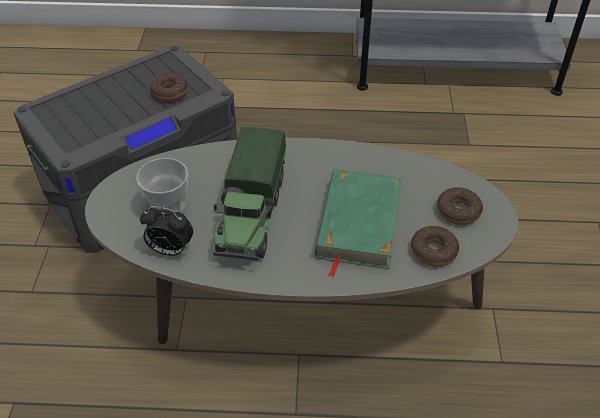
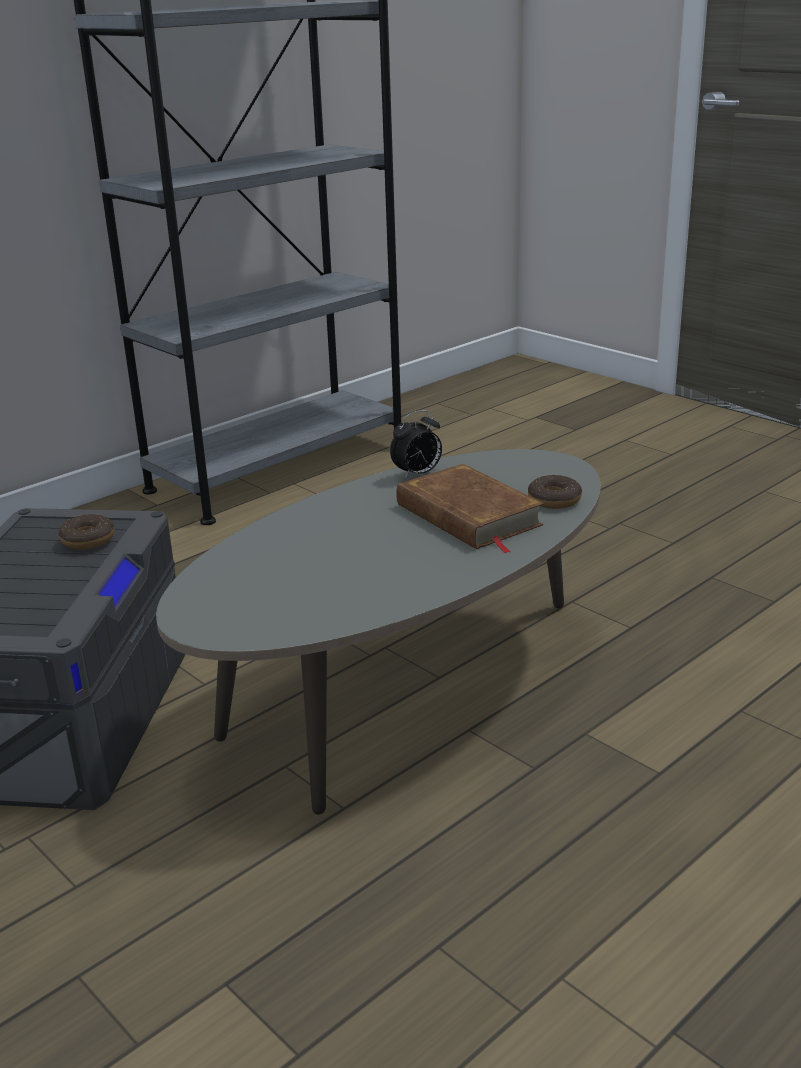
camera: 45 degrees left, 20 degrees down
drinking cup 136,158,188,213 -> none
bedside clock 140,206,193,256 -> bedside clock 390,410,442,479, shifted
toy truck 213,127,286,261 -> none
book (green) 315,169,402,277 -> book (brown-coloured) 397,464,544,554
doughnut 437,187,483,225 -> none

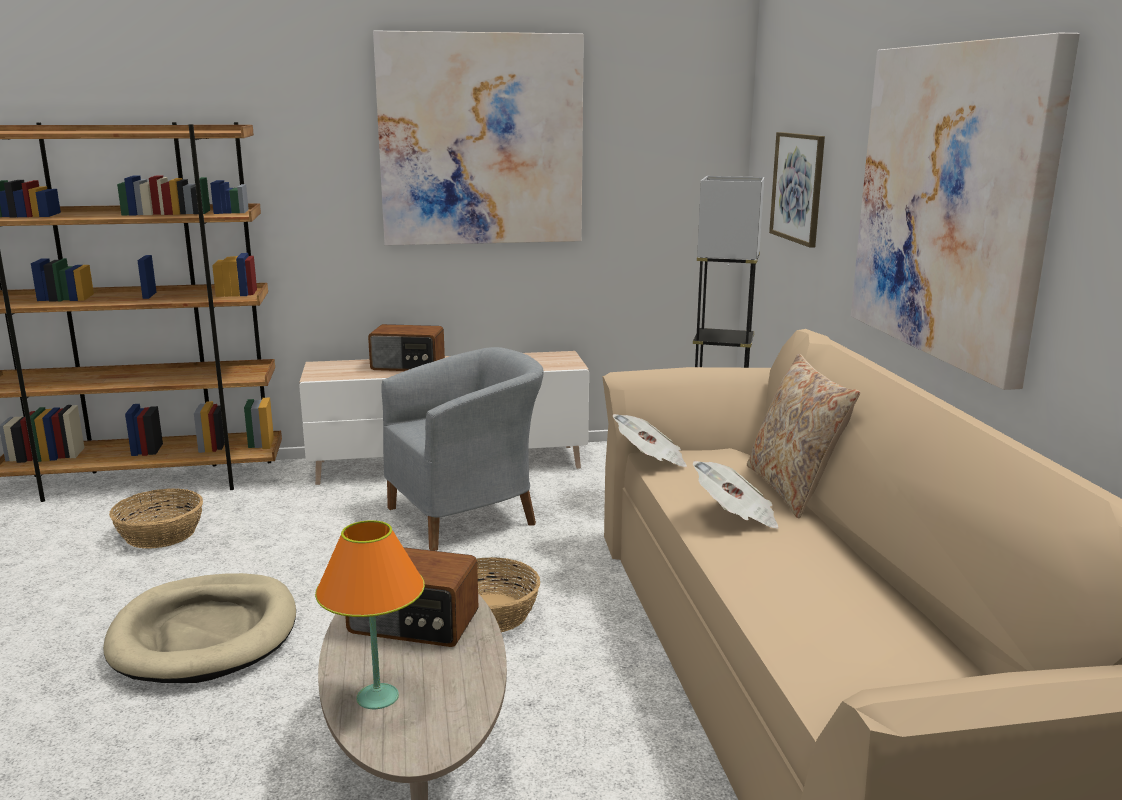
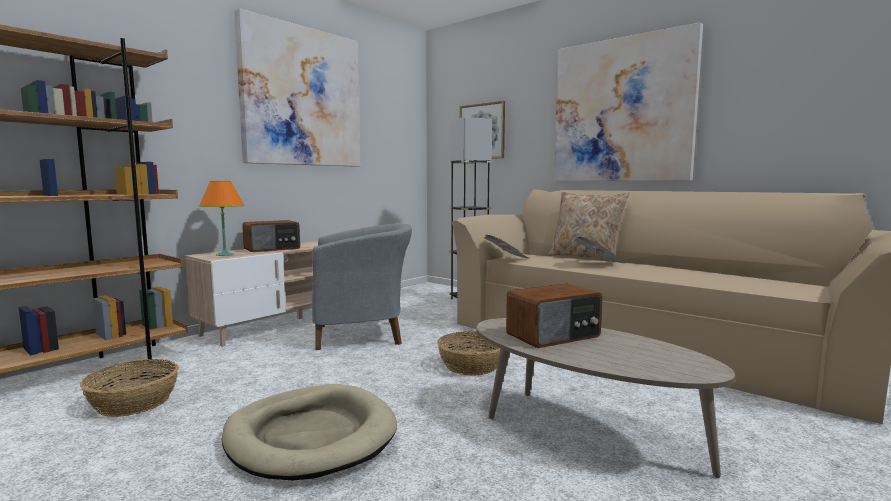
camera: 40 degrees left, 10 degrees down
lamp for a table (orange-coloured) 315,520,425,709 -> lamp for a table (orange-coloured) 199,181,245,256, shifted
lounge chair (grey) 381,347,544,551 -> lounge chair (grey) 312,223,412,350, 60 degrees clockwise

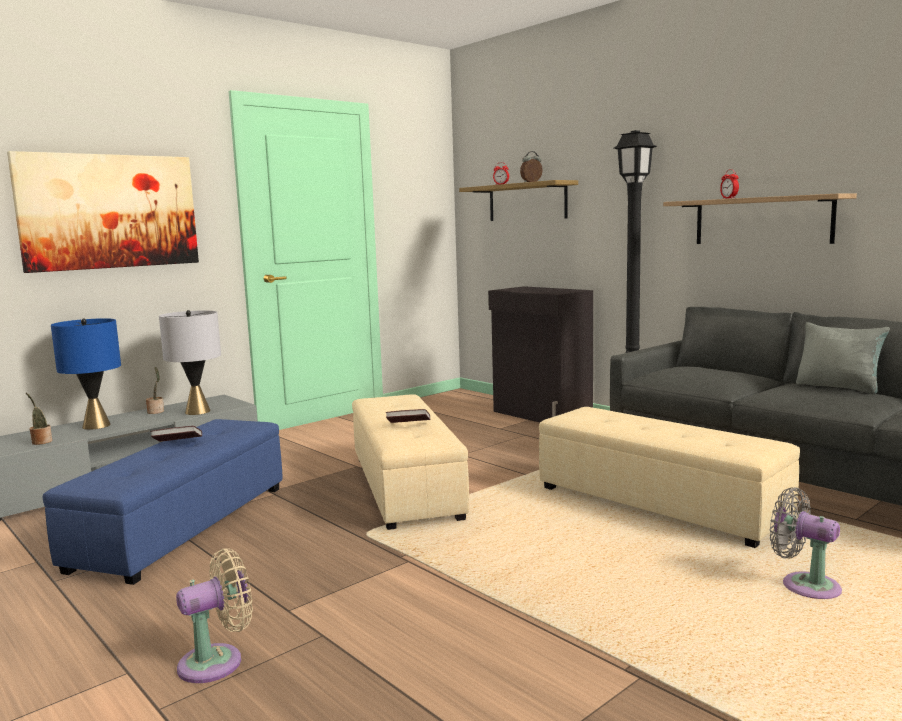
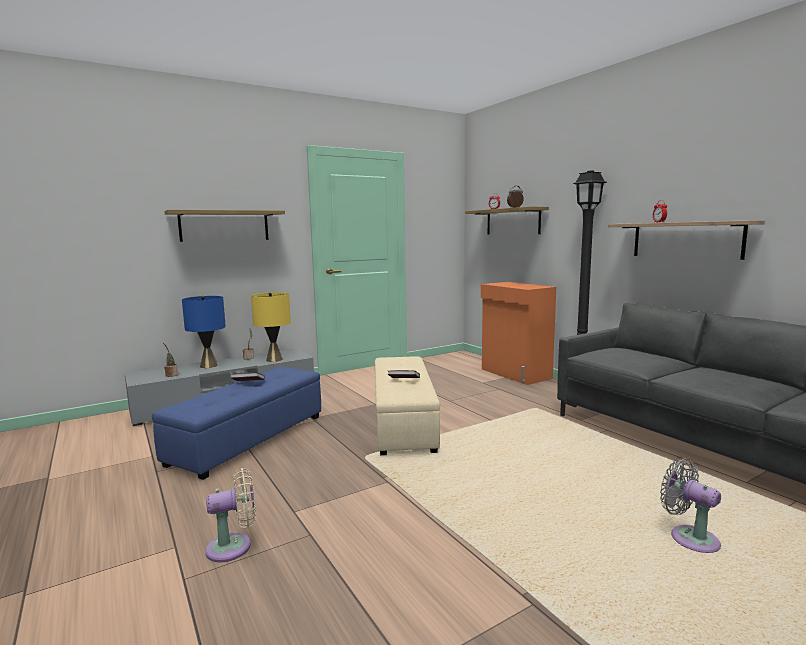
camera: 10 degrees right, 0 degrees up
picture 7,151,199,273 -> shelf 164,210,285,242
lamp for a table (grey) 159,310,221,415 -> lamp for a table (yellow) 251,292,291,362
cupboard (black-coloured) 488,286,593,422 -> cupboard (orange-coloured) 481,282,556,385
pouffe (beige-coloured) 539,407,800,548 -> none
cushion (grey) 796,322,890,394 -> none

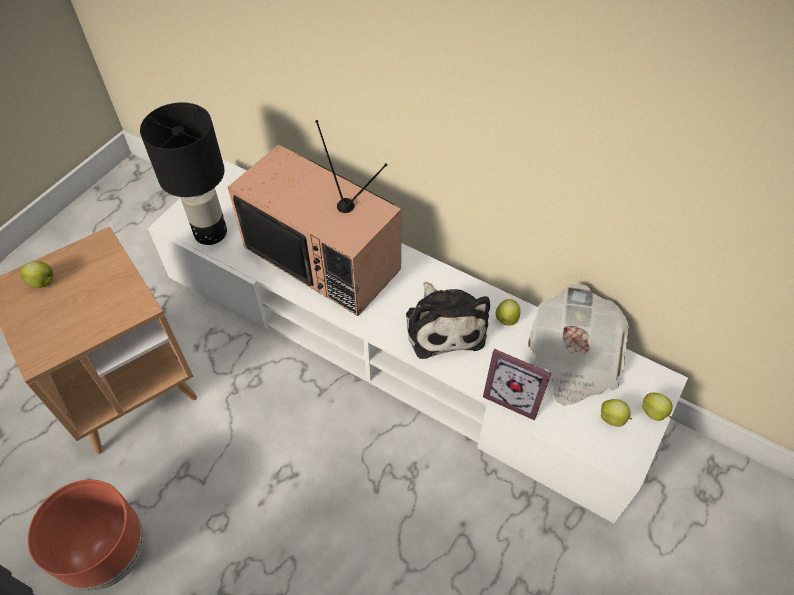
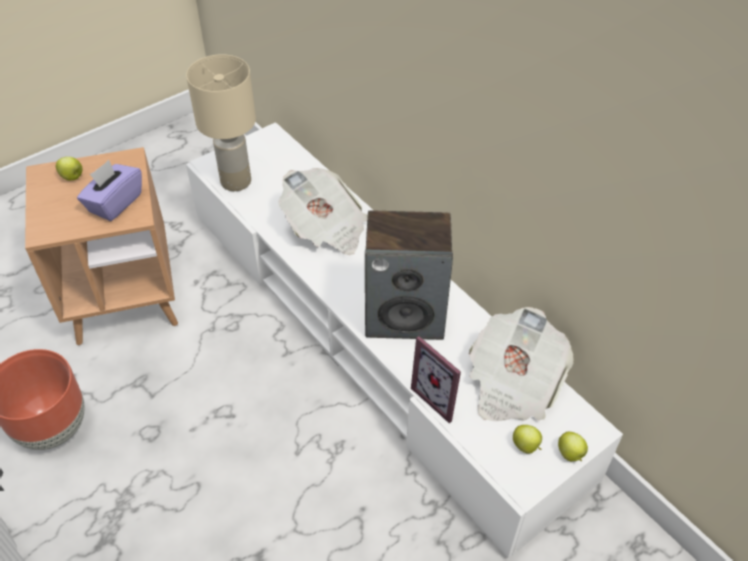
camera: 20 degrees right, 5 degrees down
lamp for a table (black-coloured) 140,102,227,245 -> lamp for a table (beige-coloured) 186,54,256,191
television 228,120,401,316 -> newspaper 278,168,368,255
plush toy 406,282,490,359 -> loudspeaker 365,211,453,340
apple fruit 496,299,520,326 -> none
none -> tissue holder (purplish) 77,160,142,221

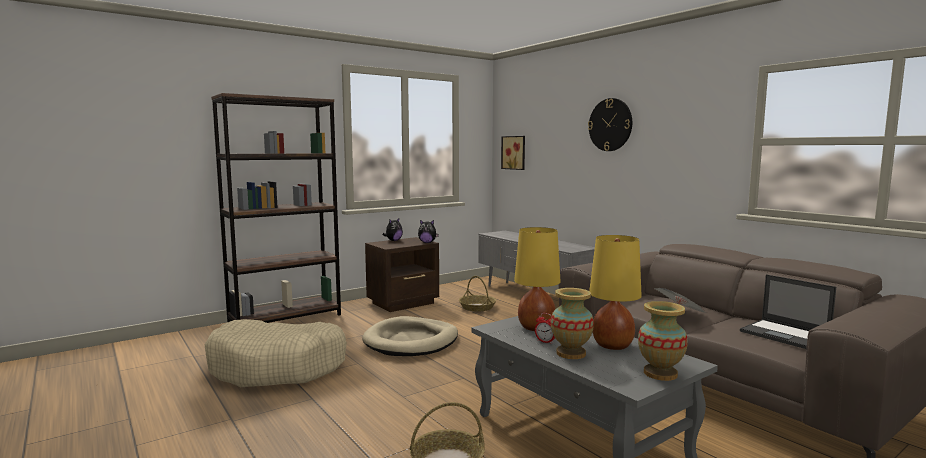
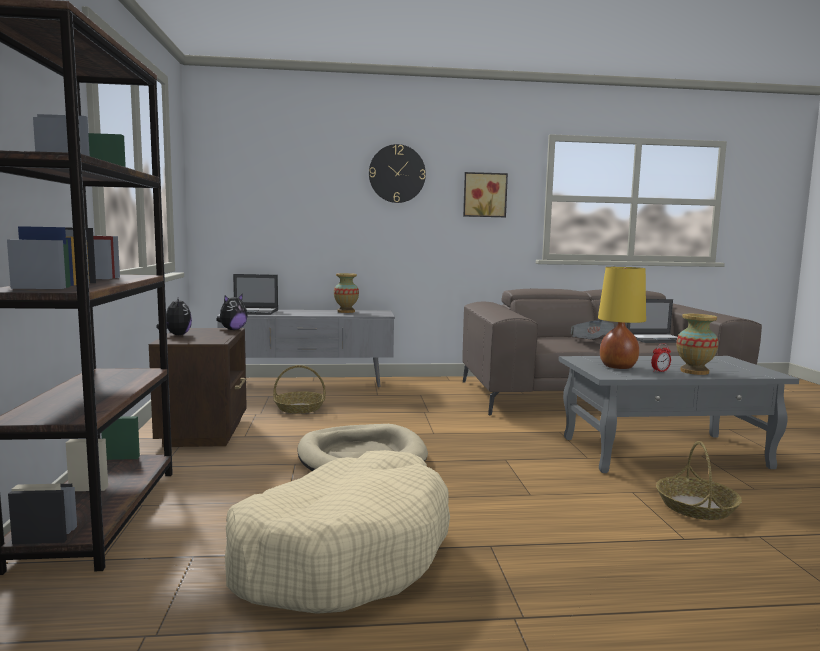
camera: 60 degrees left, 0 degrees up
picture 501,136,525,170 -> picture 463,172,508,217, shifted
lamp for a table (yellow) 589,235,642,350 -> none
vase 638,301,688,381 -> vase 334,273,359,313, shifted
none -> laptop 233,274,278,315

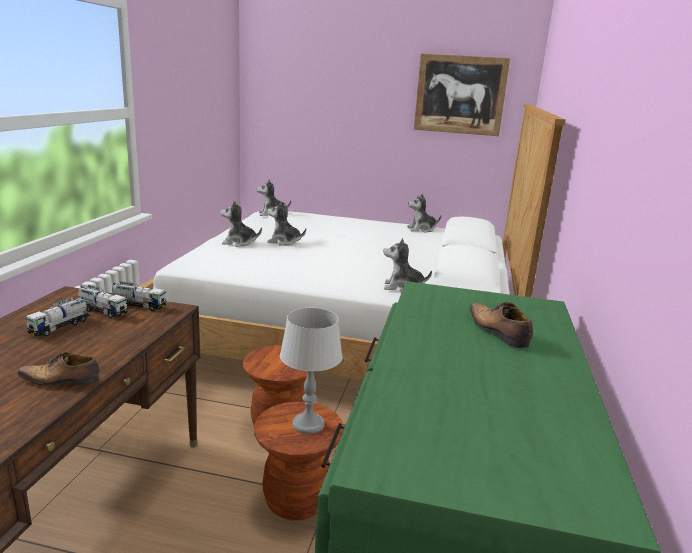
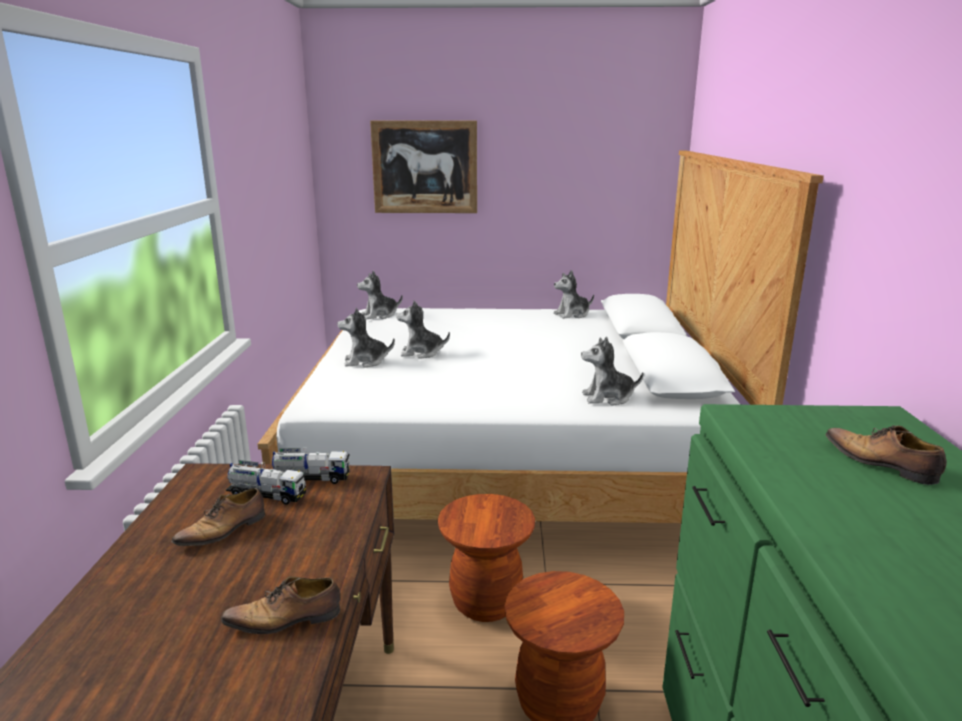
camera: 10 degrees left, 0 degrees up
toy truck 25,297,90,337 -> shoe 171,488,265,546
lamp for a table (grey) 280,308,342,434 -> none
picture 414,54,510,136 -> picture 370,121,477,213, shifted

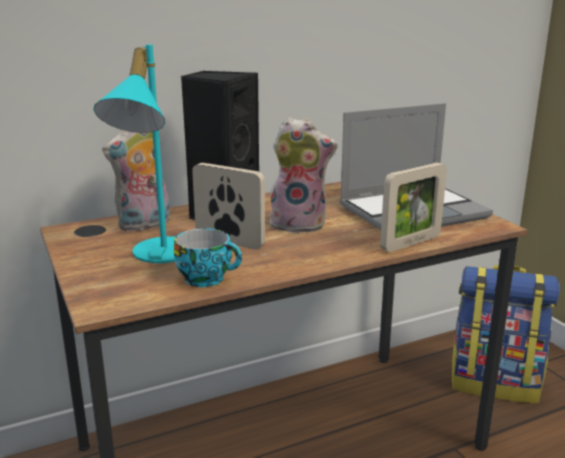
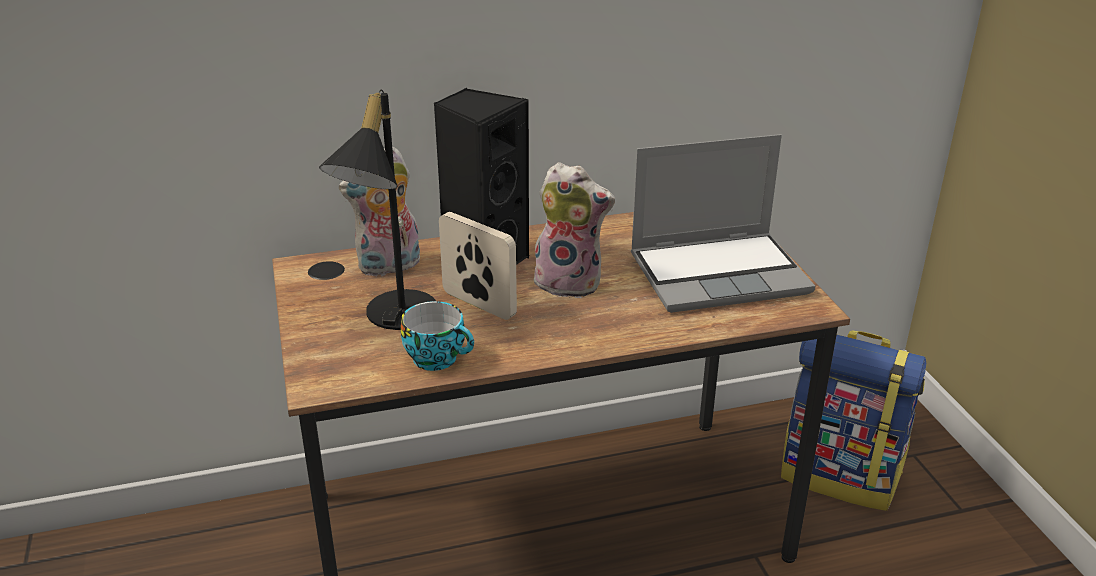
camera: 10 degrees right, 10 degrees up
lamp for a table (turquoise-coloured) 93,44,175,263 -> lamp for a table (black-coloured) 319,89,436,330
photo frame 380,163,447,252 -> none

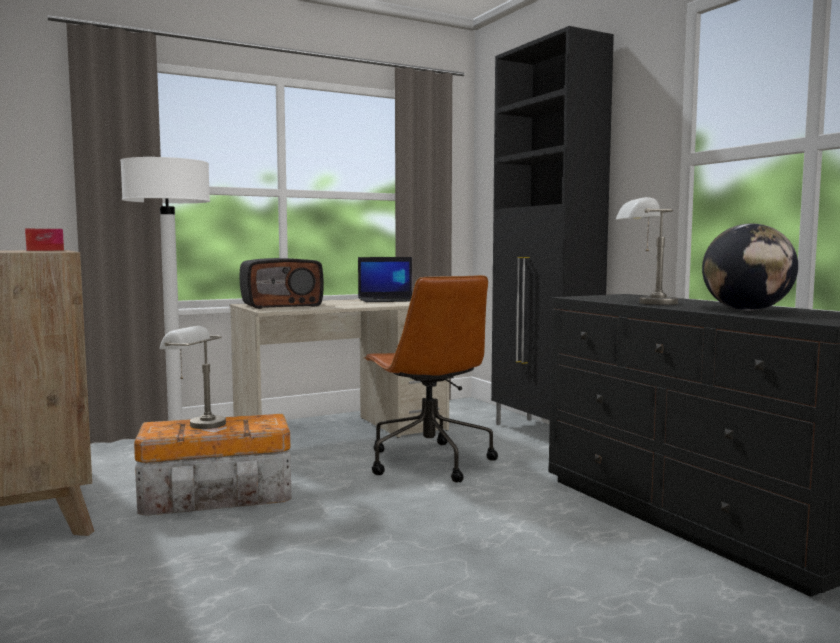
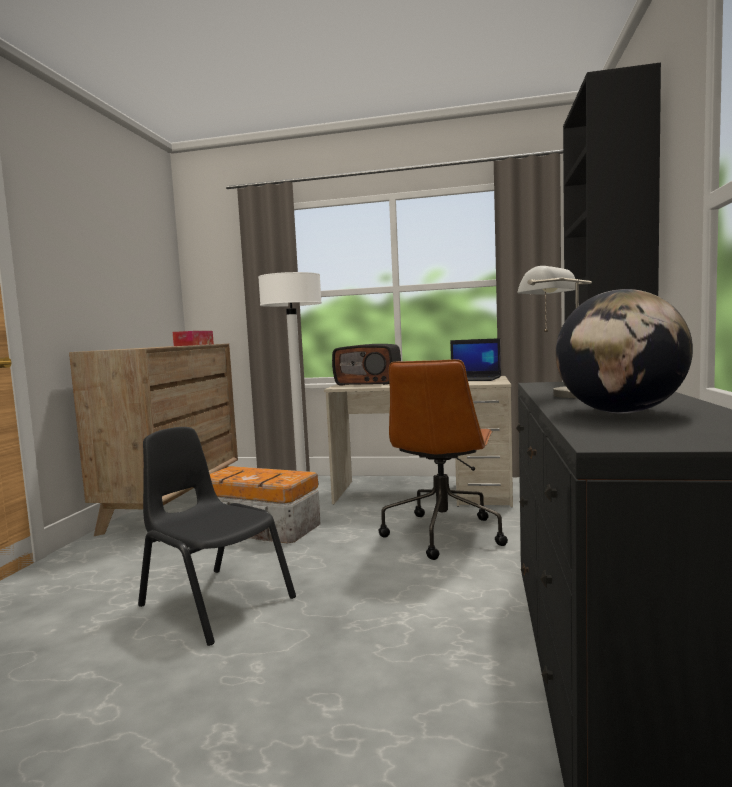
camera: 40 degrees right, 0 degrees up
lamp for a table (grey) 160,326,226,429 -> none
none -> plain chair (black-coloured) 138,427,296,646

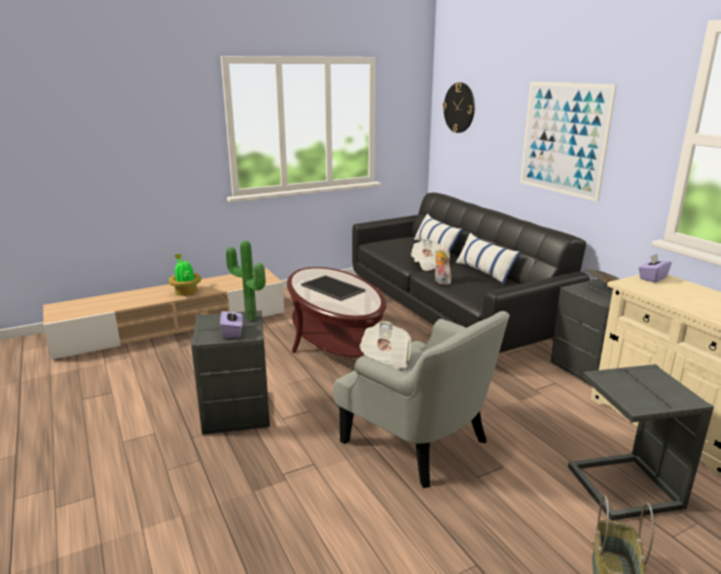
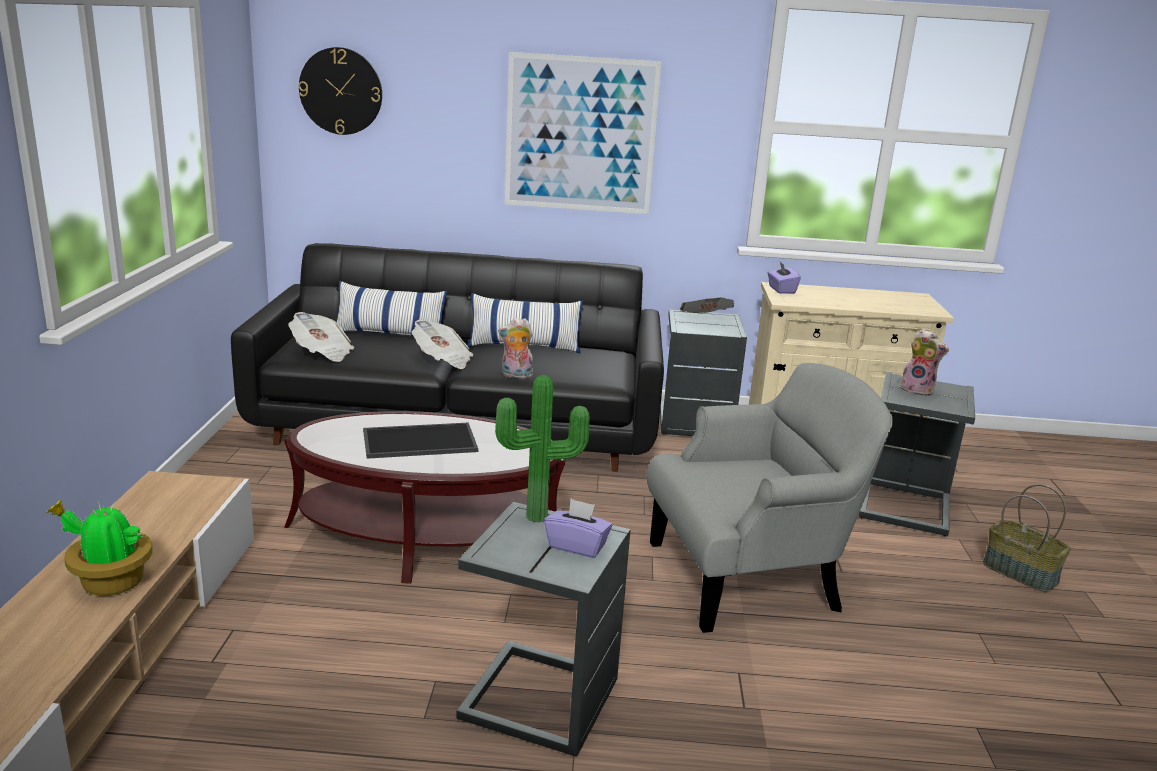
camera: 60 degrees left, 0 degrees up
newspaper 360,321,412,370 -> newspaper 288,312,354,362, shifted
none -> plush toy 900,329,949,396

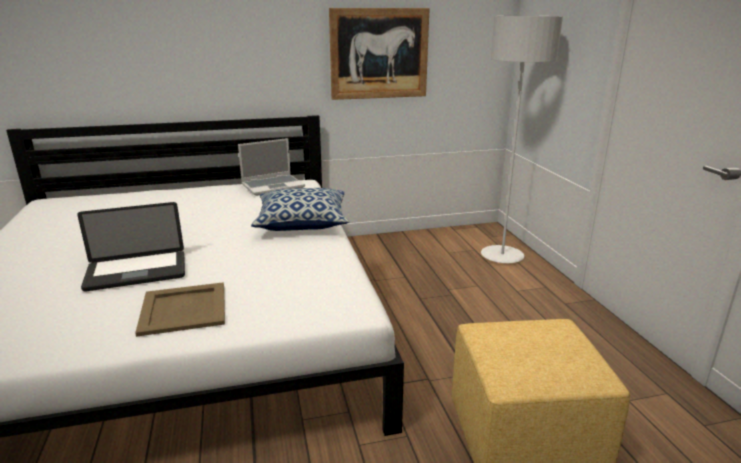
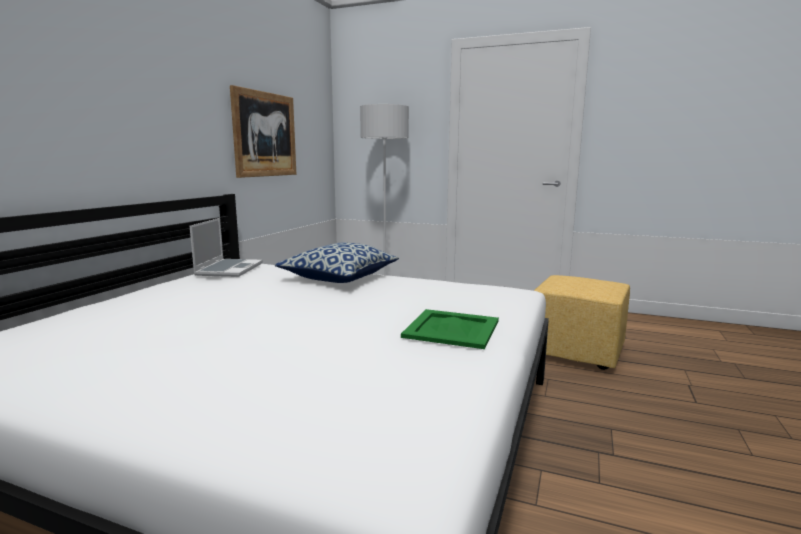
camera: 55 degrees left, 10 degrees down
laptop 77,202,185,291 -> none
carrying tray (beige-coloured) 135,282,225,337 -> carrying tray (green) 401,309,499,349

